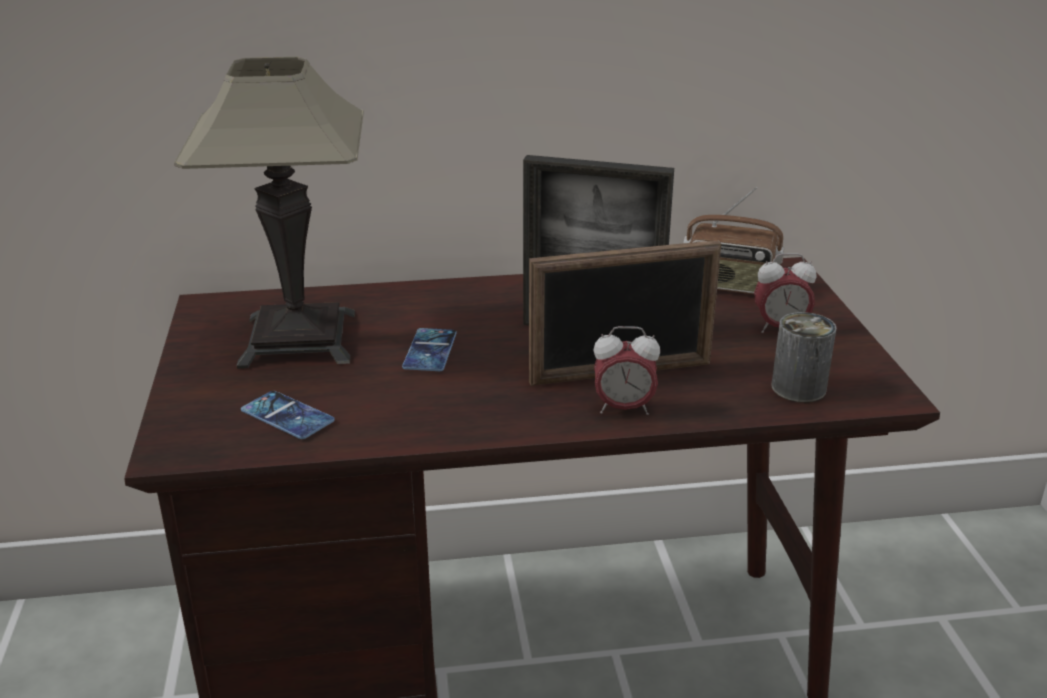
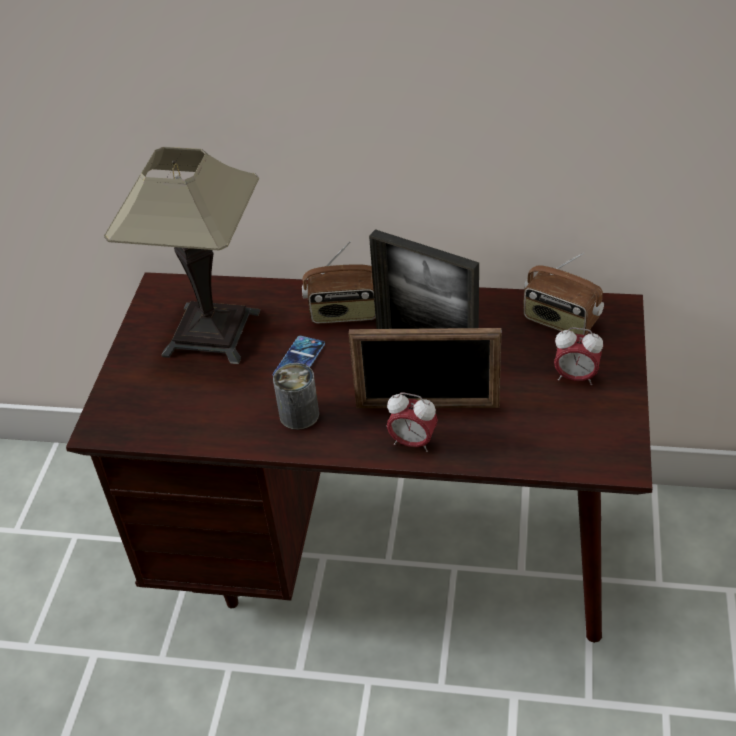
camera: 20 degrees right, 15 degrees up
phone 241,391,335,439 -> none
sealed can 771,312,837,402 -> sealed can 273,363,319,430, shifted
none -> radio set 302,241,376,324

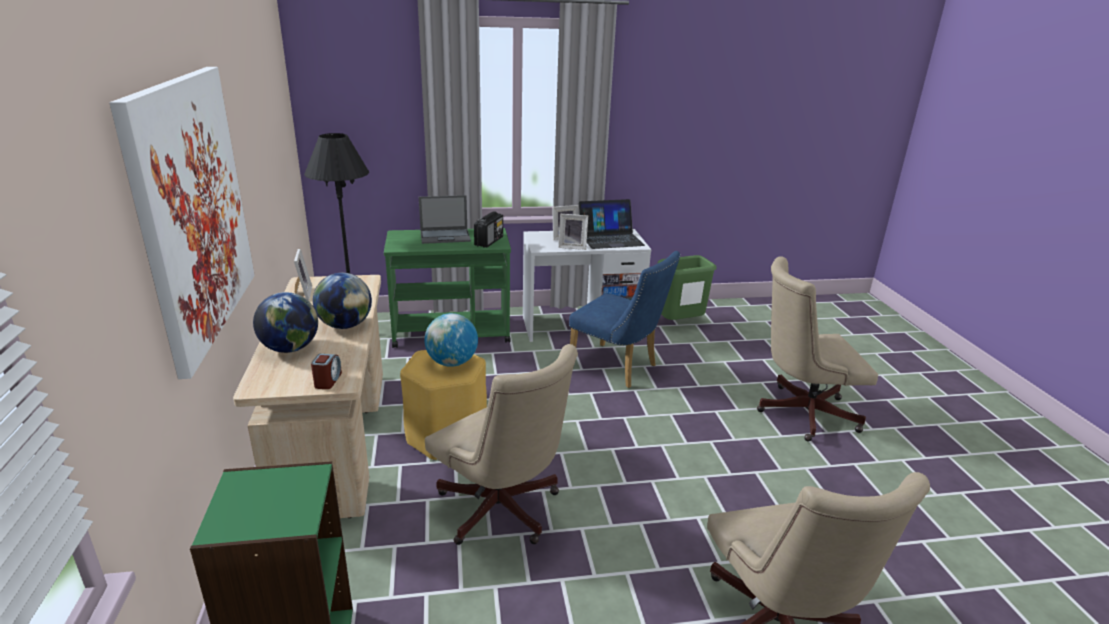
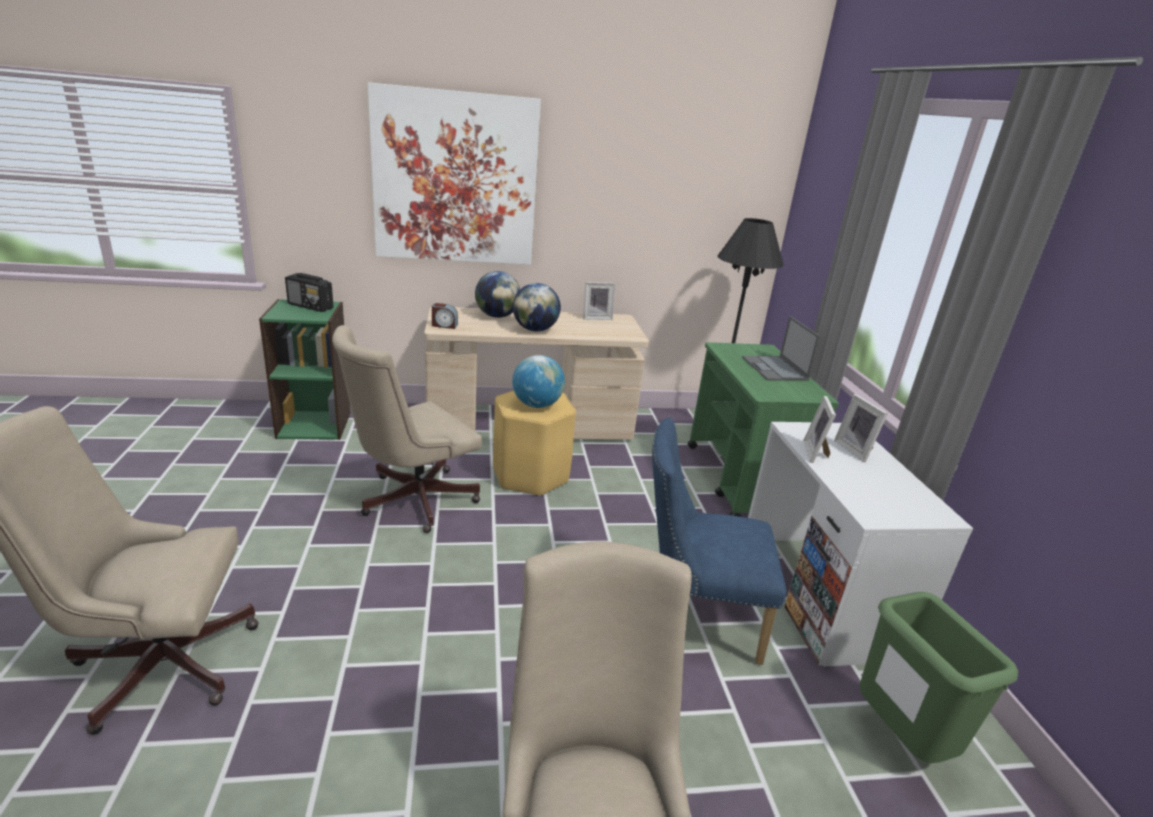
camera: 90 degrees right, 0 degrees up
radio set 474,211,503,248 -> radio set 285,273,334,312, shifted
plain chair (blue) 569,251,680,388 -> plain chair (blue) 652,418,786,665, 60 degrees clockwise
laptop 579,199,645,249 -> none

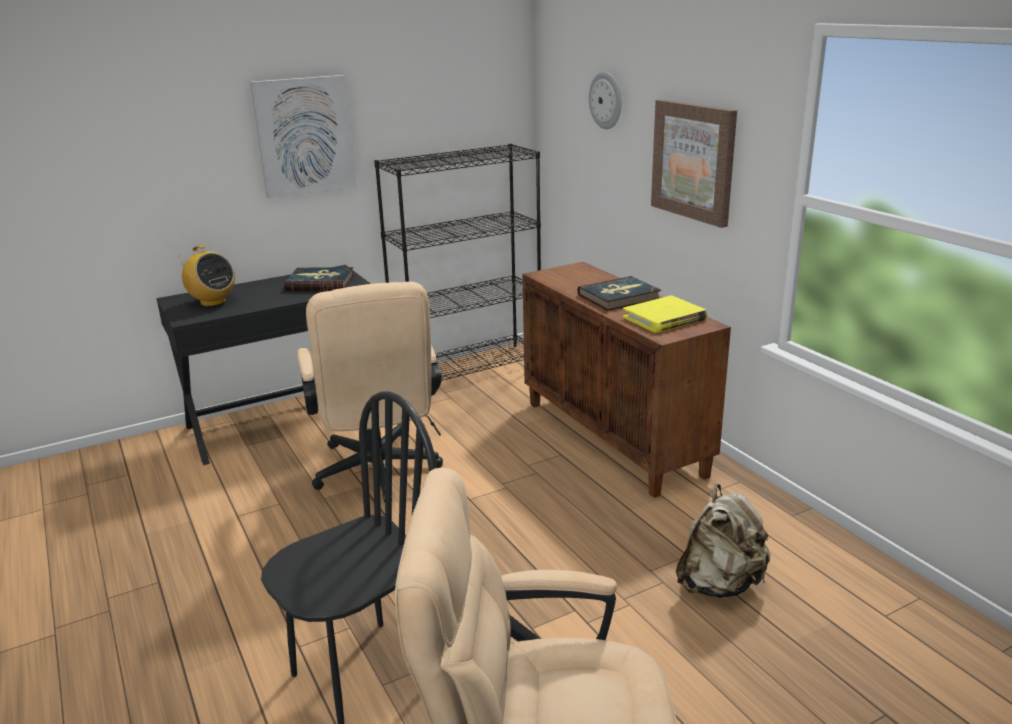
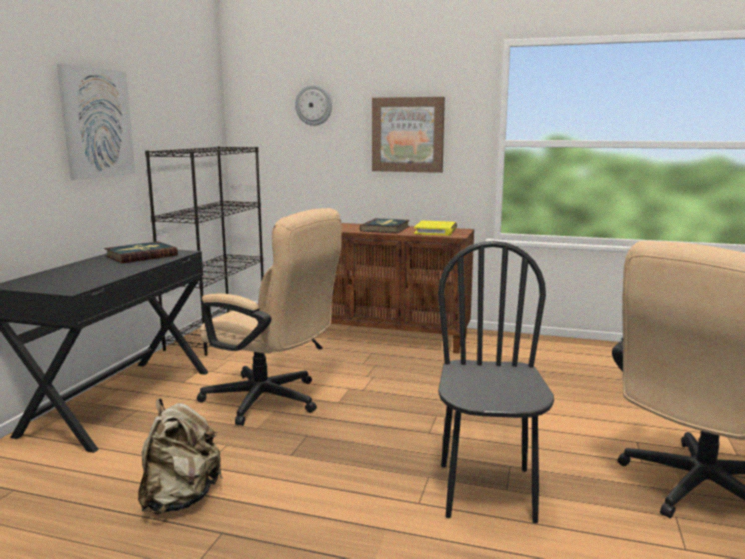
camera: 45 degrees left, 10 degrees down
radio set 179,245,235,307 -> none
backpack (beige-coloured) 676,484,771,598 -> backpack (beige-coloured) 138,398,223,515, shifted

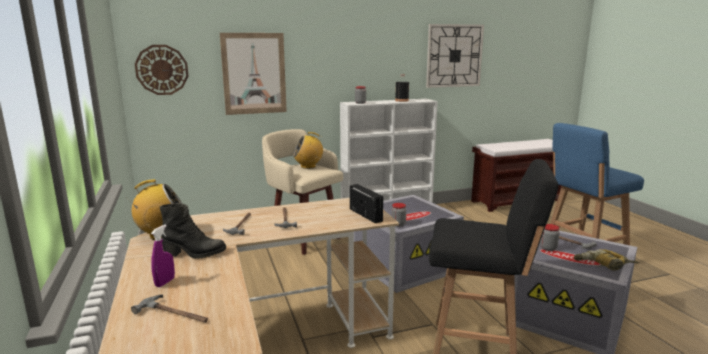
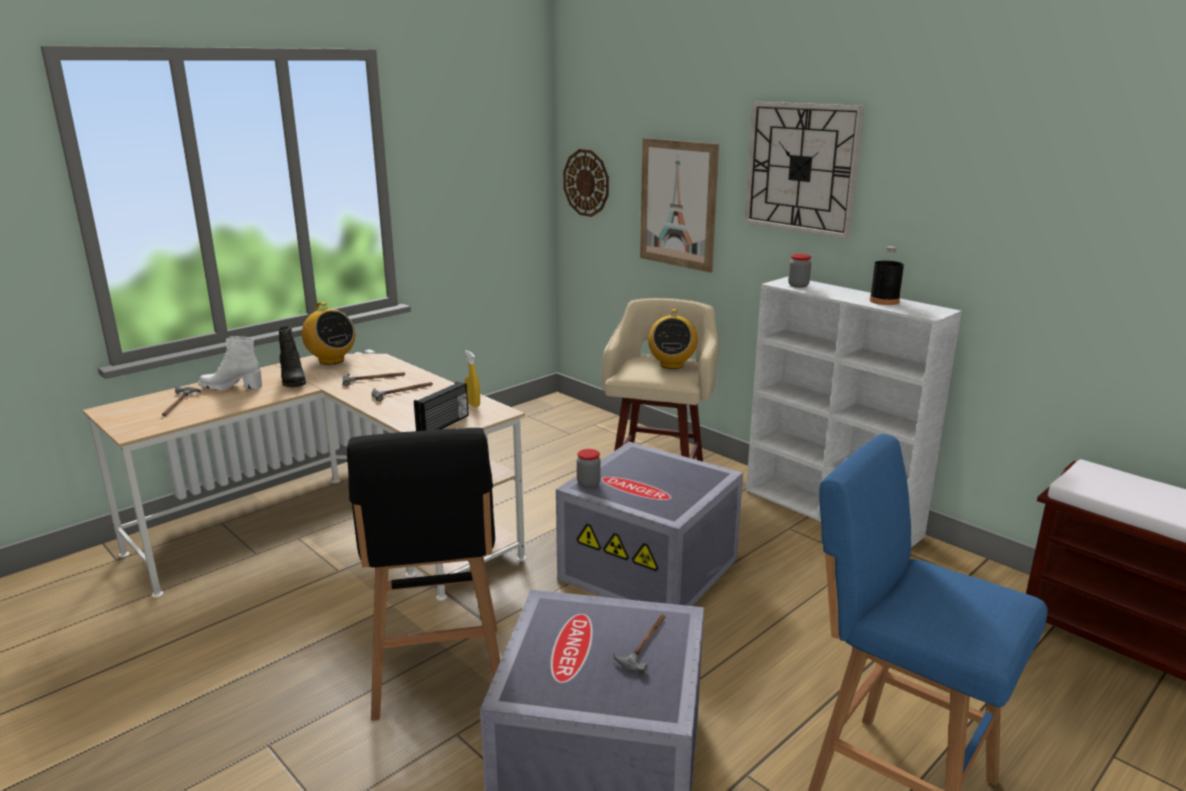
camera: 65 degrees right, 5 degrees up
spray bottle (purplish) 151,225,175,287 -> tall boot (white) 199,336,262,391
radio set 293,132,323,169 -> radio set 648,309,698,369, 135 degrees counterclockwise
wall clock 426,24,484,88 -> wall clock 745,102,864,239, shifted
jar 540,224,560,251 -> none
power drill 574,249,639,271 -> none
none -> spray bottle (yellow) 464,350,480,407

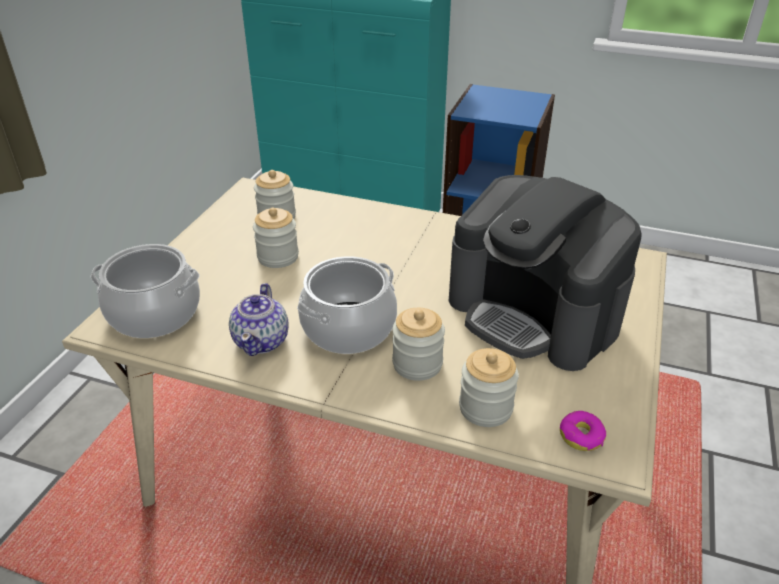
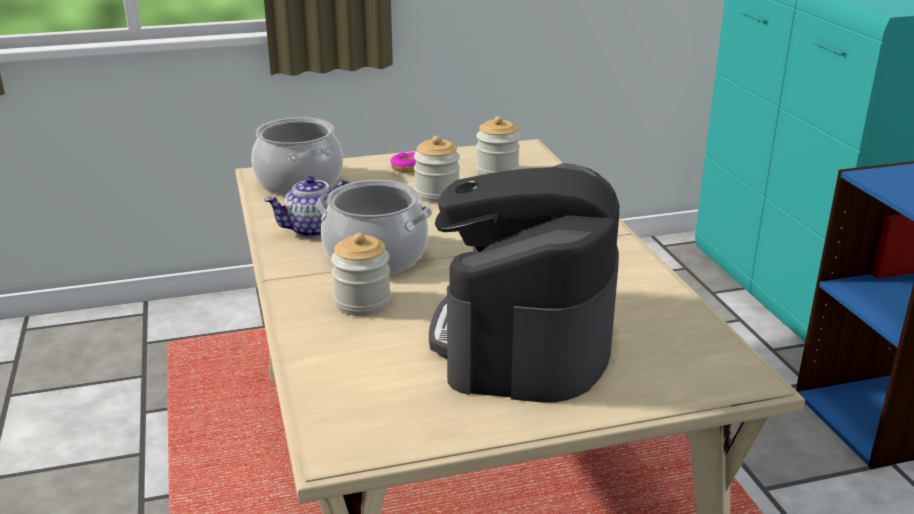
camera: 55 degrees right, 10 degrees down
jar 459,348,519,427 -> none
doughnut 560,411,606,451 -> doughnut 390,152,416,173, shifted

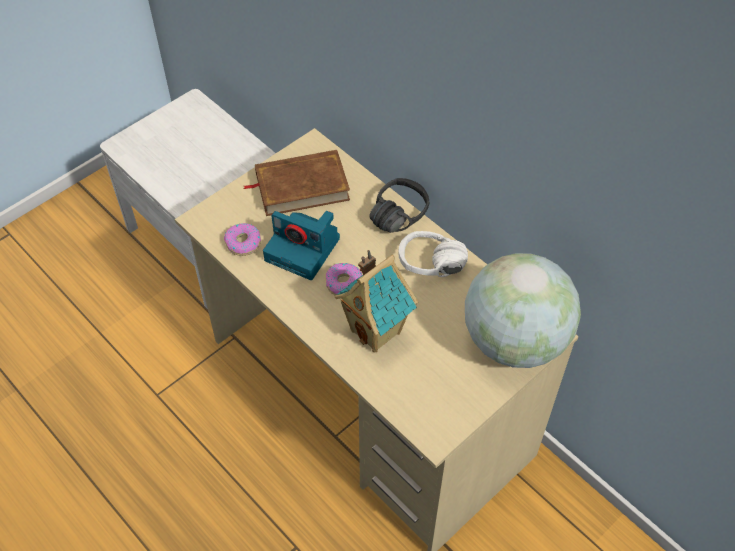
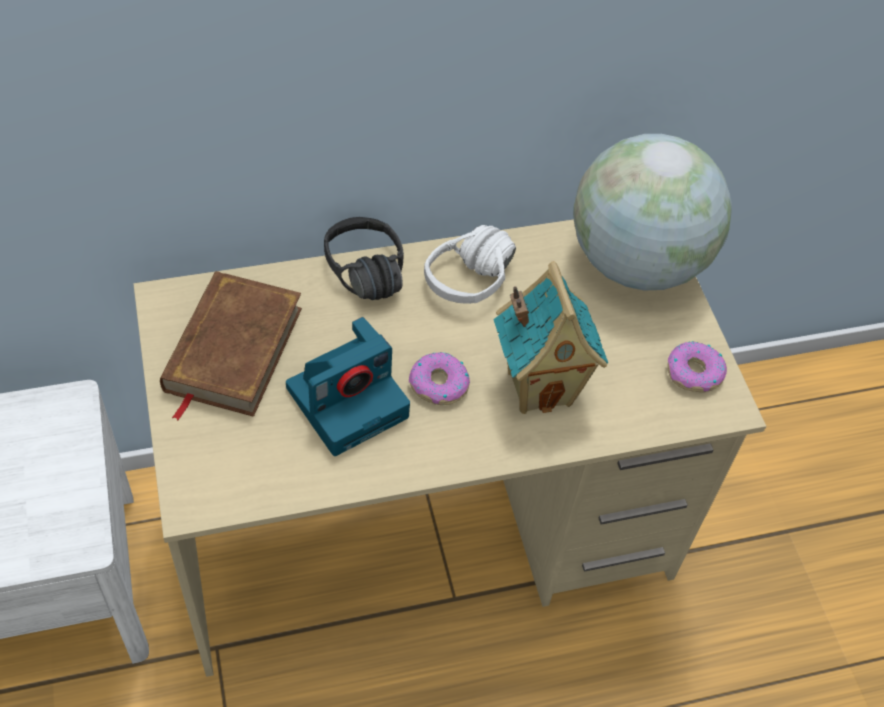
camera: 65 degrees left, 0 degrees up
doughnut 224,223,261,256 -> doughnut 667,341,727,392, shifted

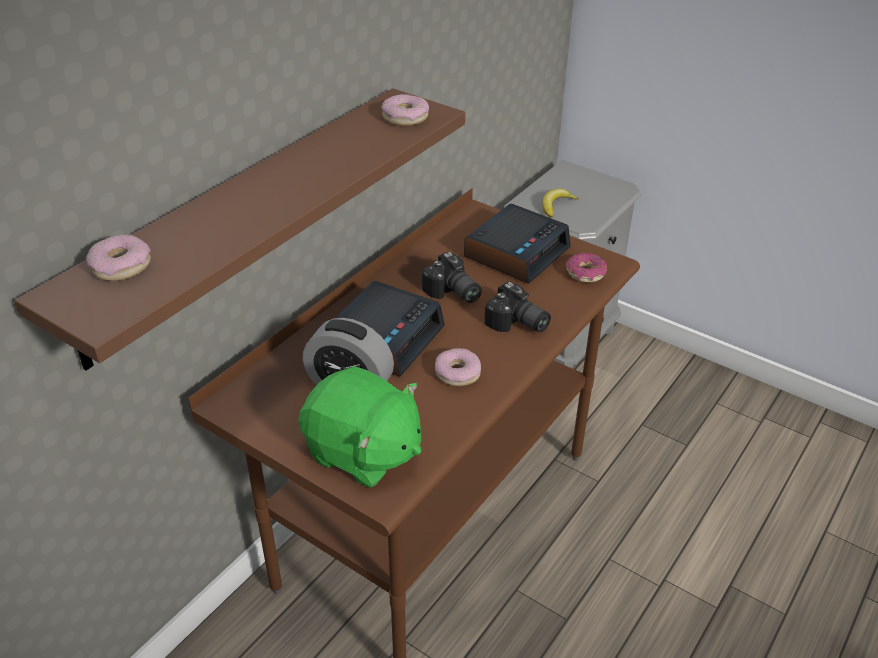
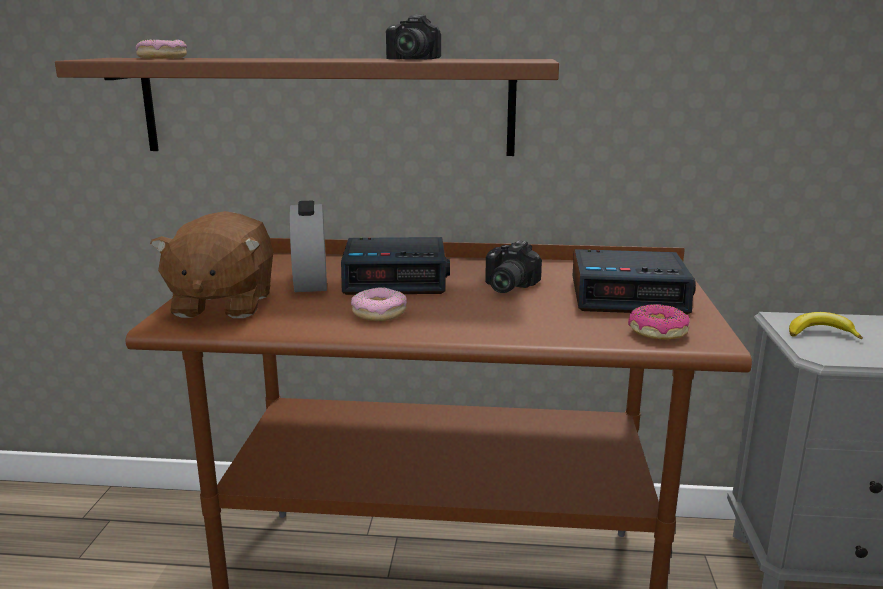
camera: 60 degrees right, 20 degrees down
plush toy (green) 298,366,421,488 -> plush toy (brown-coloured) 150,211,274,318
doughnut 381,94,429,126 -> none
photo camera 484,282,551,333 -> photo camera 386,15,441,59, shifted

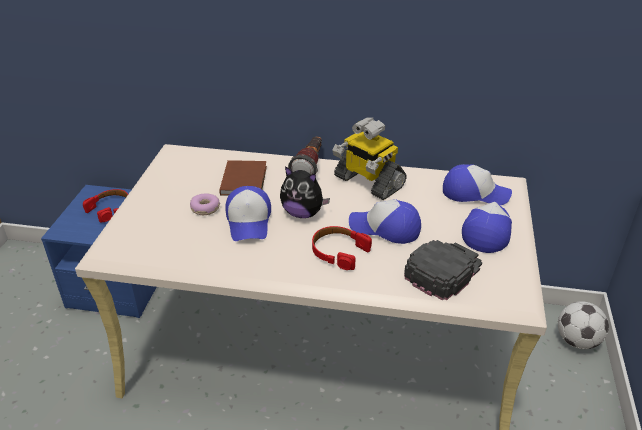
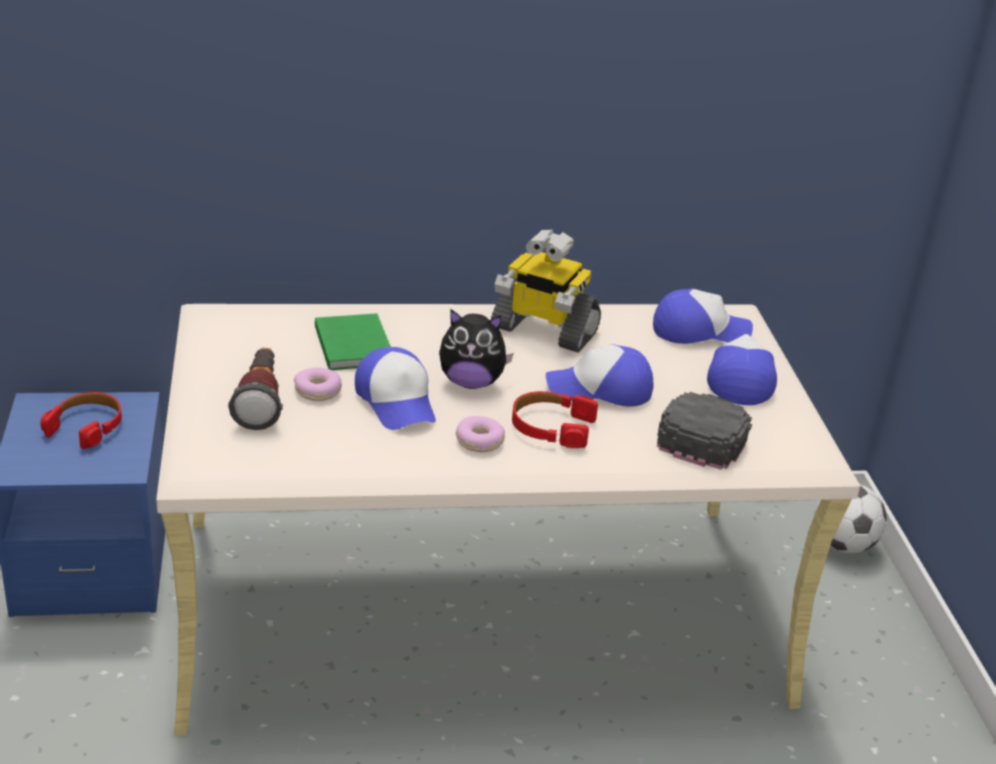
camera: 20 degrees left, 5 degrees down
book (brown-coloured) 219,160,267,196 -> book (green) 315,313,391,370
torch 288,137,322,175 -> torch 228,348,283,430, shifted
none -> doughnut 456,416,505,452

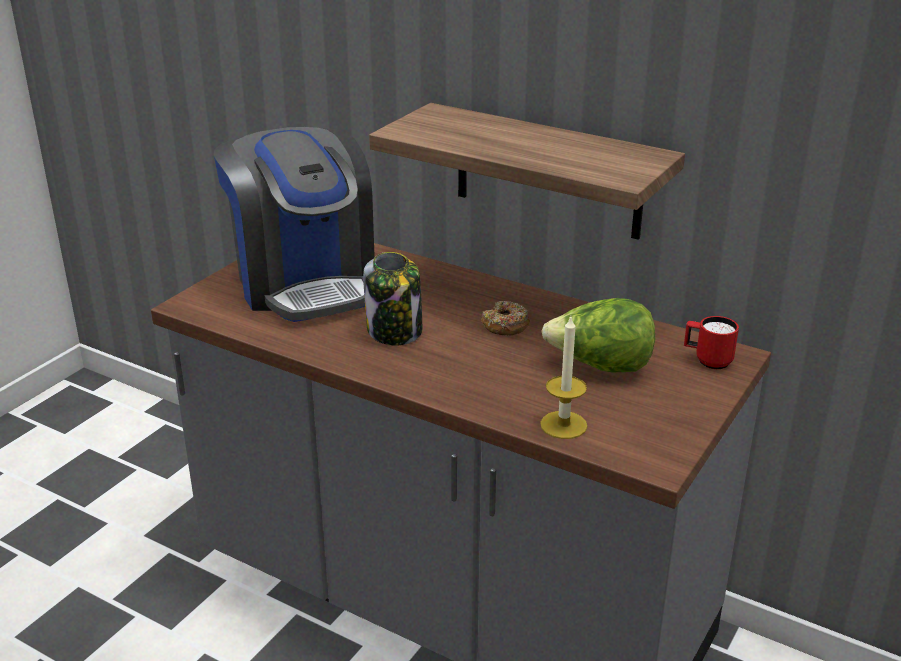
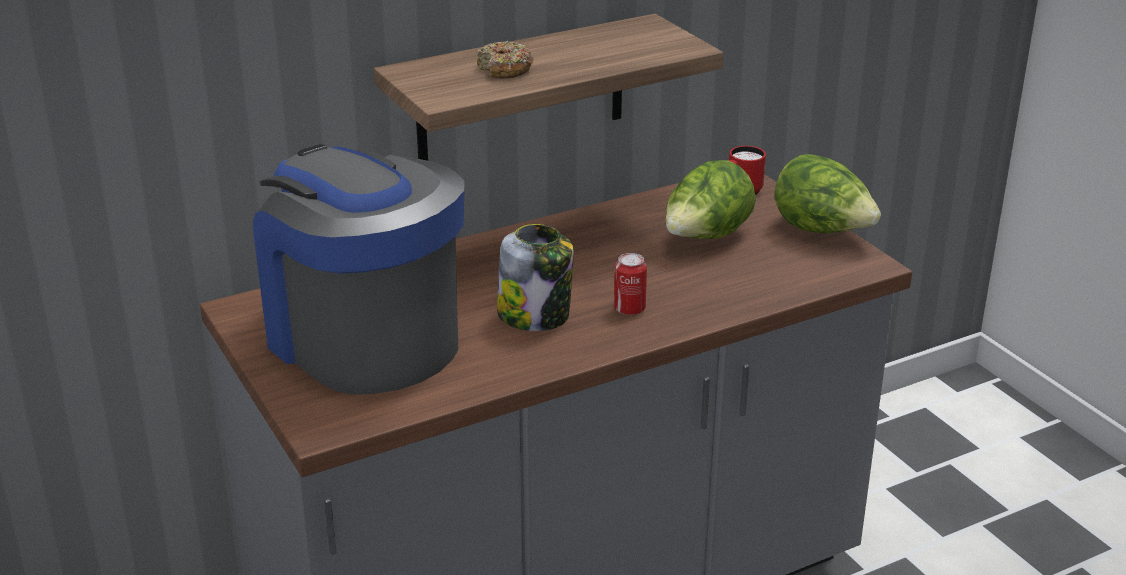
camera: 60 degrees left, 0 degrees up
coffee machine 214,127,375,322 -> coffee machine 253,144,464,395, 135 degrees counterclockwise
doughnut 481,301,530,335 -> doughnut 477,41,533,78, shifted
wax light 540,317,587,439 -> none
none -> sealed can 614,253,647,315
none -> lettuce 774,154,881,233

